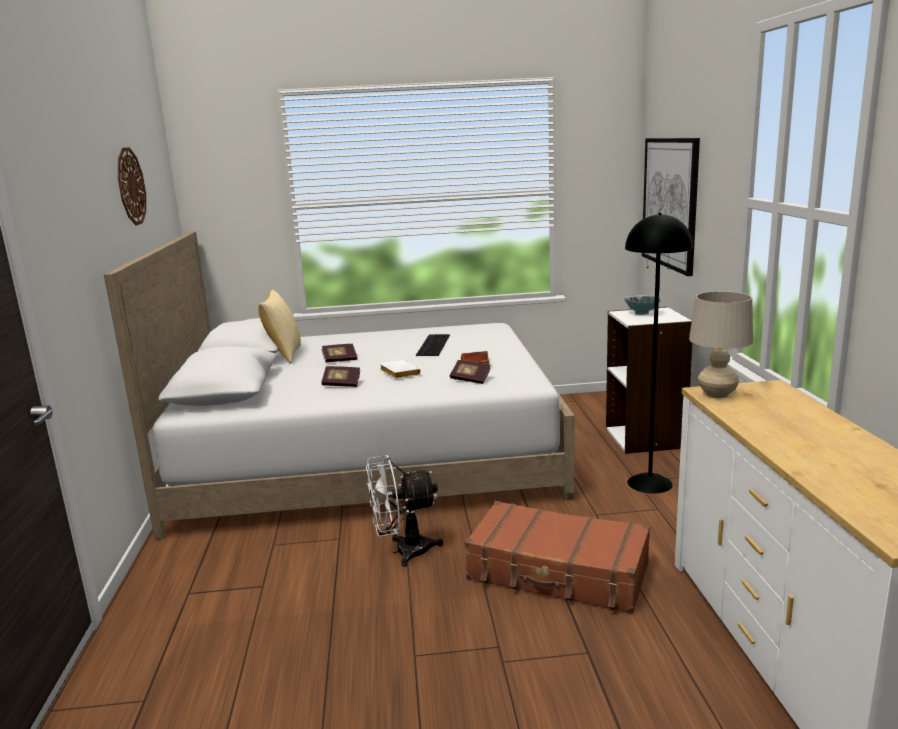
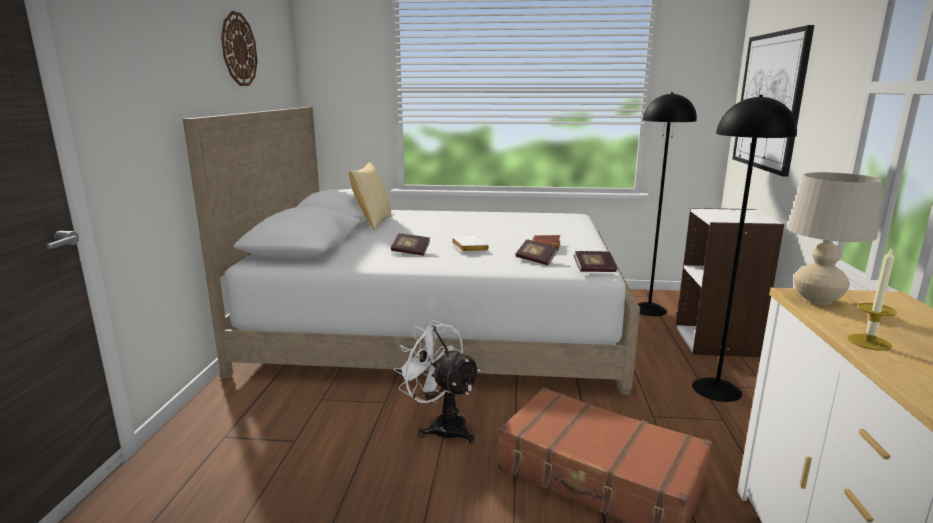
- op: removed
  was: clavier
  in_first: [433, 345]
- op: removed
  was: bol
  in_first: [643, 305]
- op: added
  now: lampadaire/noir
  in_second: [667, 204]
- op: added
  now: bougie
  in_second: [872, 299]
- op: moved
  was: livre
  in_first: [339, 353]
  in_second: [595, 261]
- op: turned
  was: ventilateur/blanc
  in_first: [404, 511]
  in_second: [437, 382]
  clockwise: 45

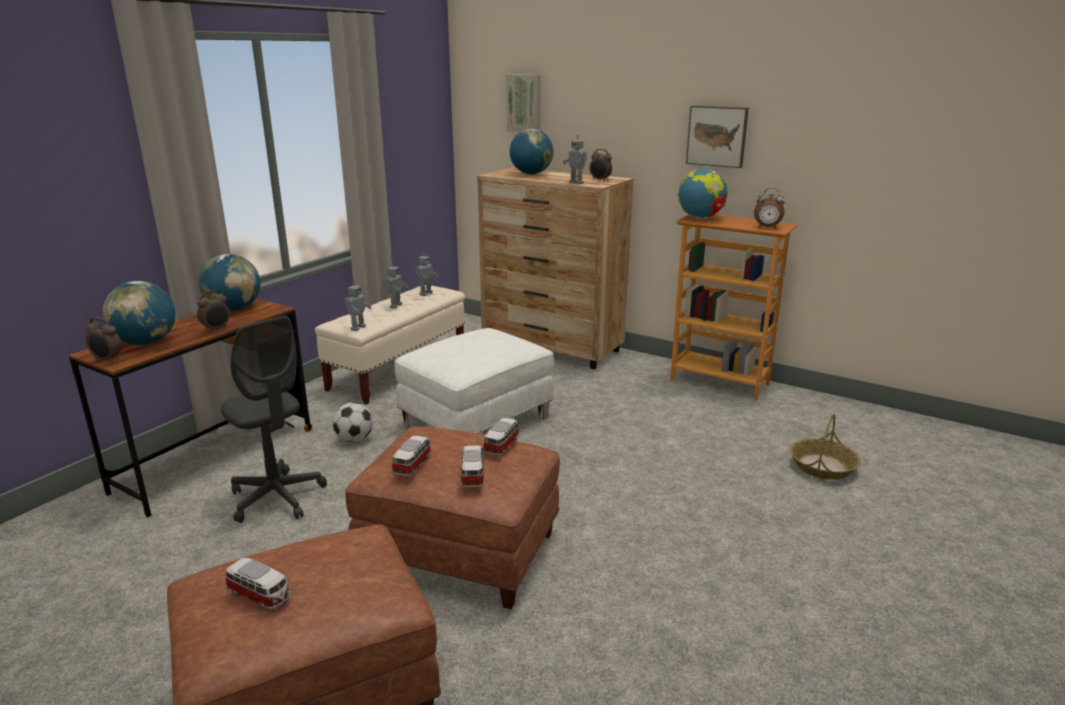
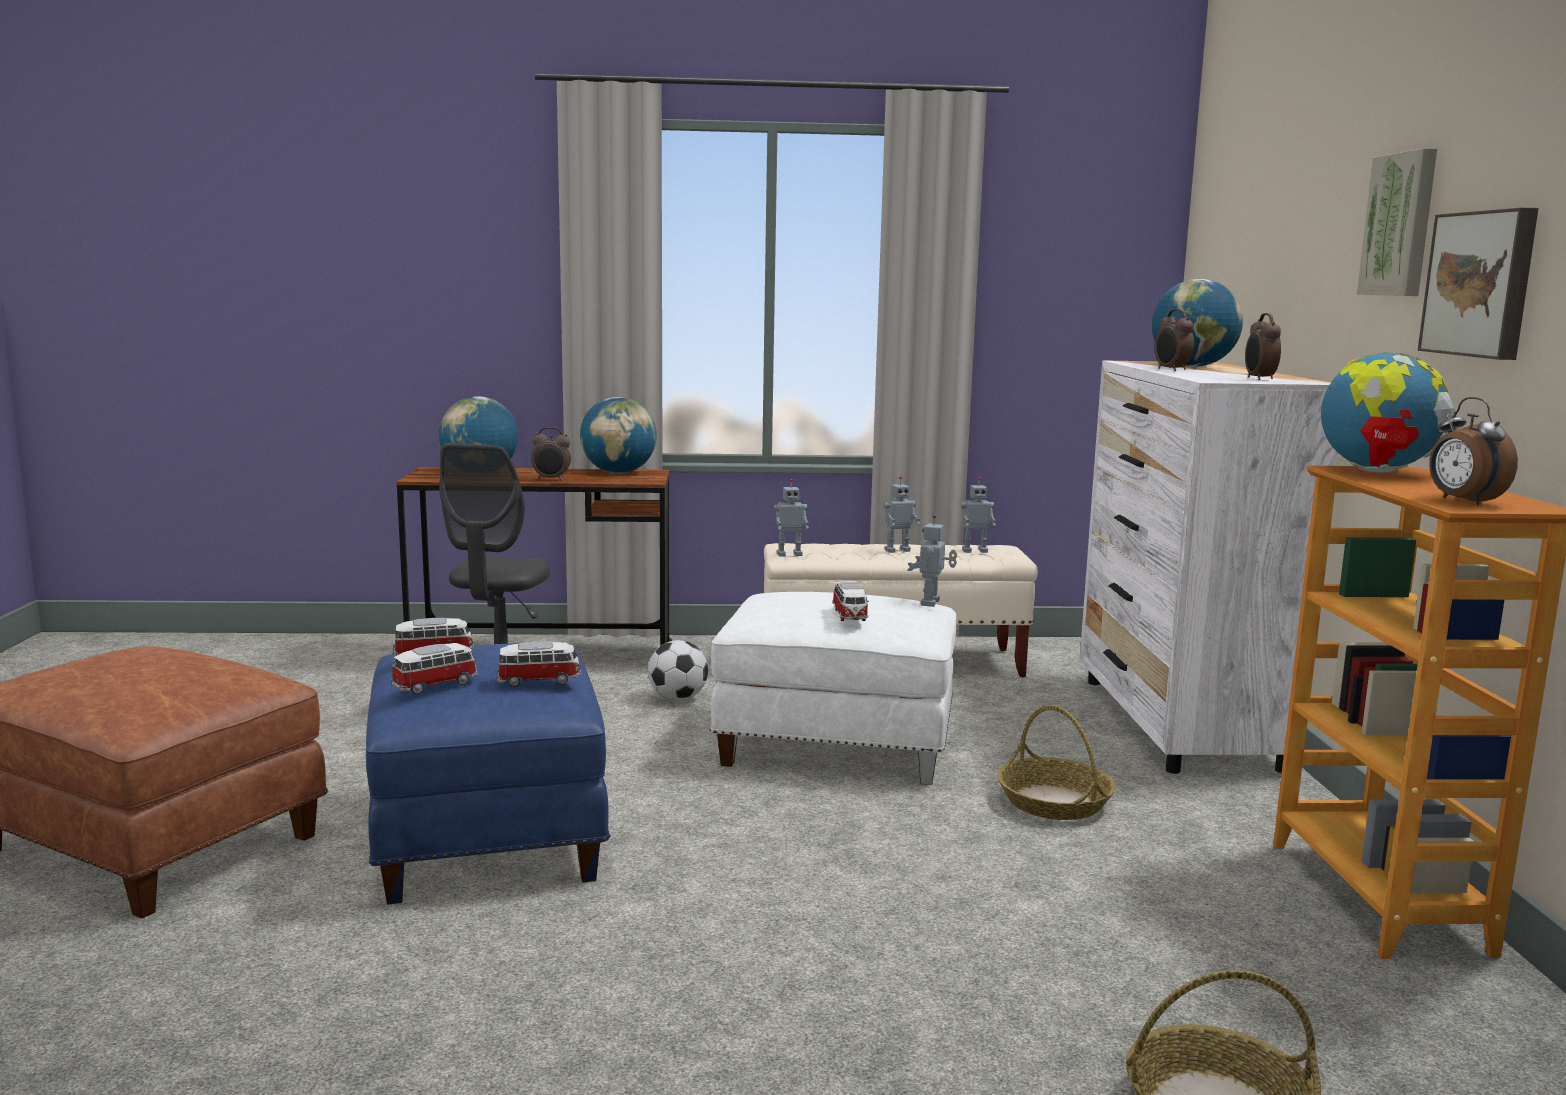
- op: added
  now: panier
  in_second: [1056, 762]
- op: moved
  was: réveil
  in_first: [104, 340]
  in_second: [1174, 340]
- op: moved
  was: petite voiture
  in_first: [258, 584]
  in_second: [850, 601]
- op: moved
  was: tableau
  in_first: [523, 103]
  in_second: [1397, 222]
- op: moved
  was: robot jouet
  in_first: [575, 160]
  in_second: [932, 561]
- op: recoloured
  was: pouf/marron
  now: pouf/bleu
  in_first: [452, 517]
  in_second: [488, 773]
- op: recoloured
  was: commode/marron
  now: commode/blanc
  in_first: [555, 268]
  in_second: [1209, 567]

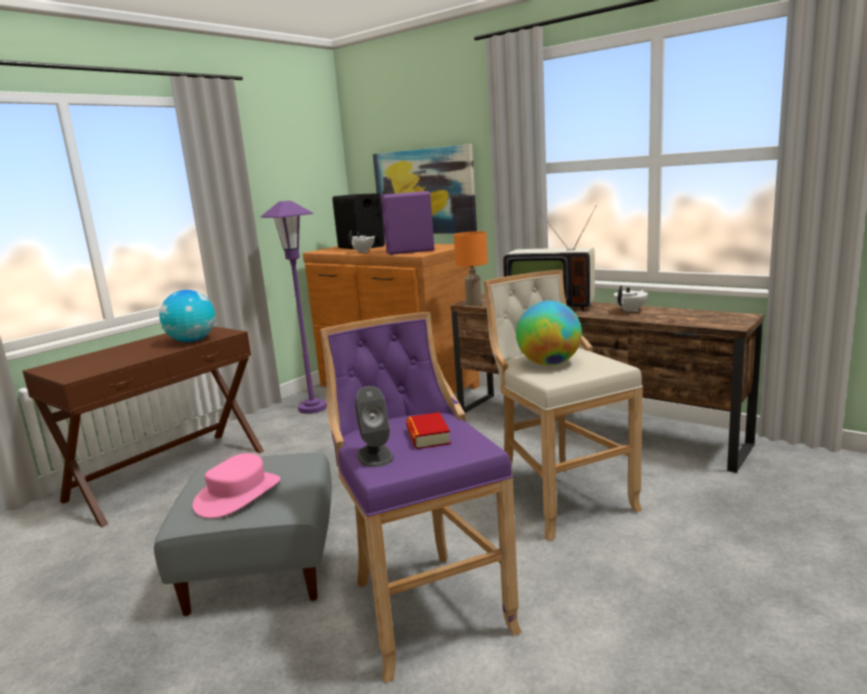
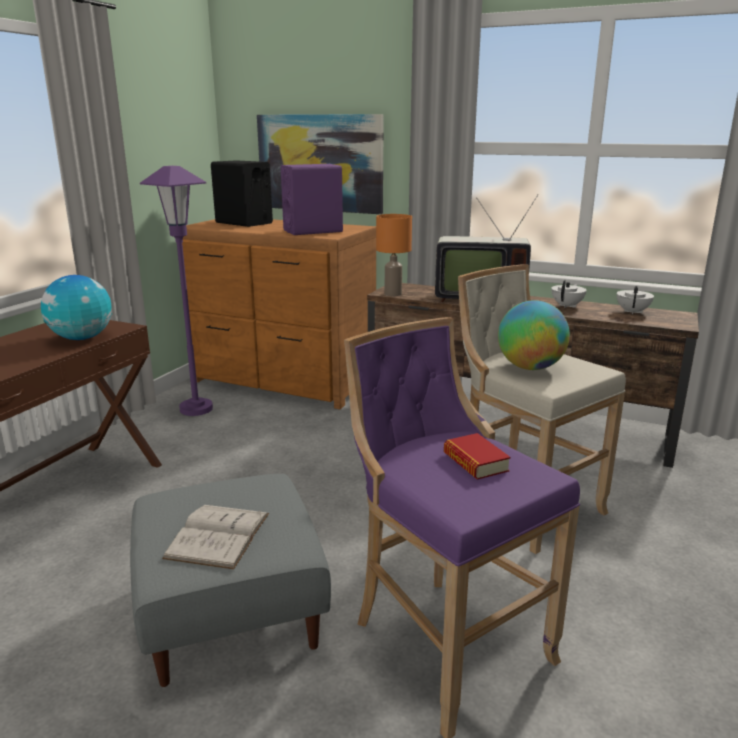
- op: removed
  was: enceinte/gris
  in_first: [374, 426]
- op: moved
  was: théière/blanc
  in_first: [361, 242]
  in_second: [635, 300]
- op: replaced
  was: chapeau/rose
  now: livre/blanc
  in_first: [236, 485]
  in_second: [215, 537]

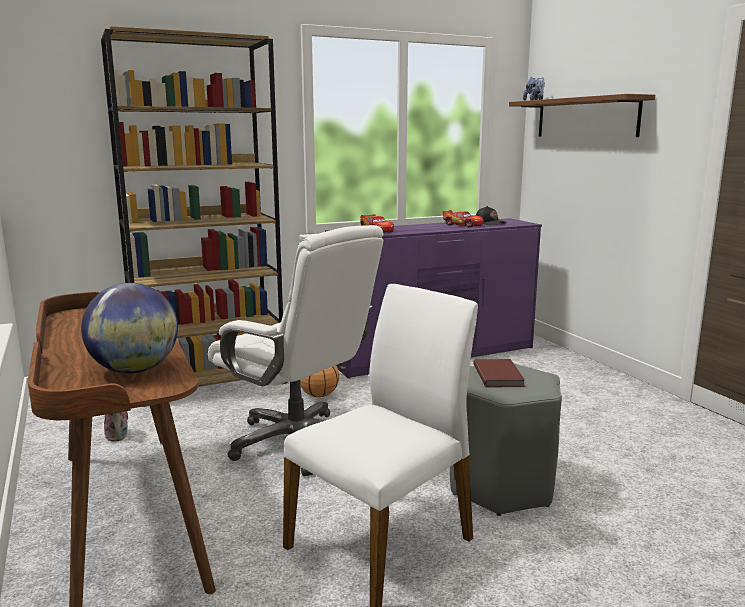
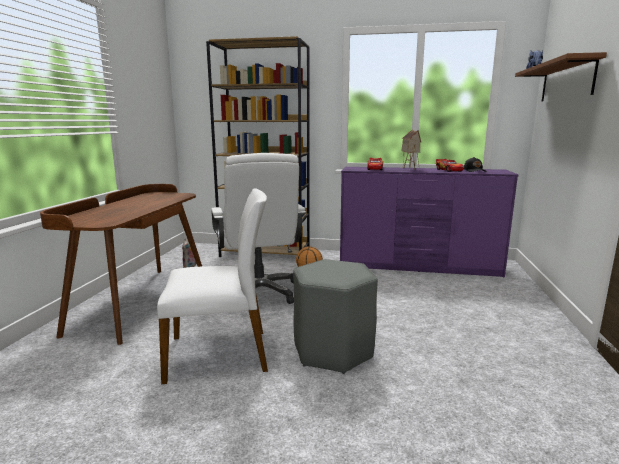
- op: removed
  was: globe
  in_first: [129, 328]
- op: removed
  was: livre/marron
  in_first: [499, 373]
- op: added
  now: maison miniature
  in_second: [411, 150]

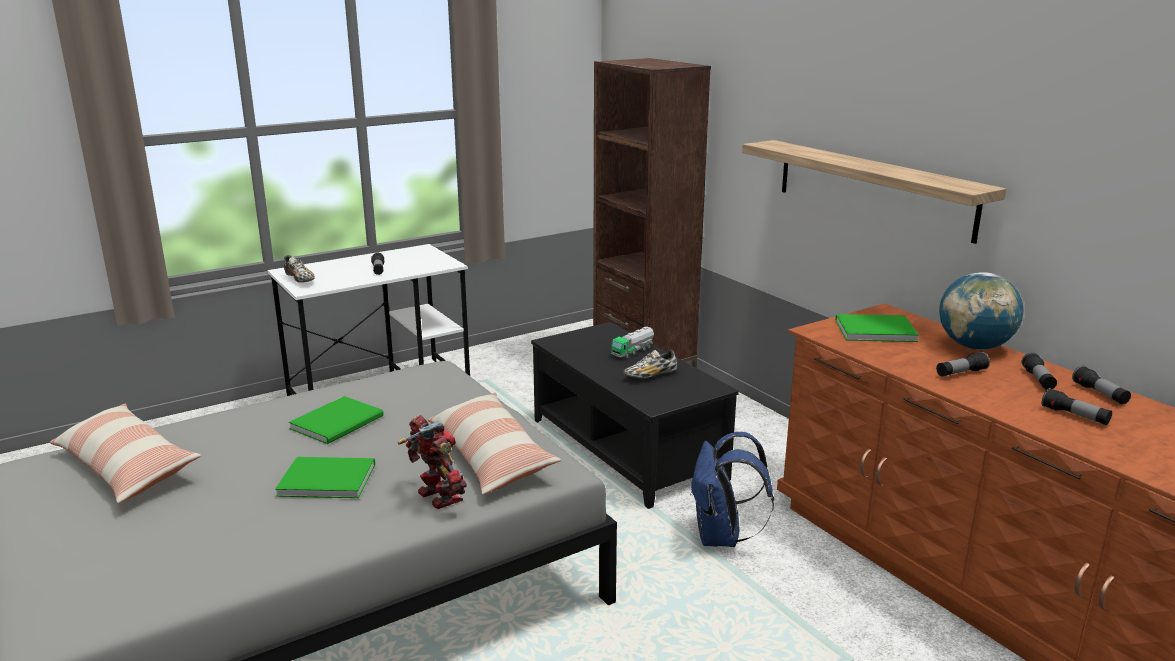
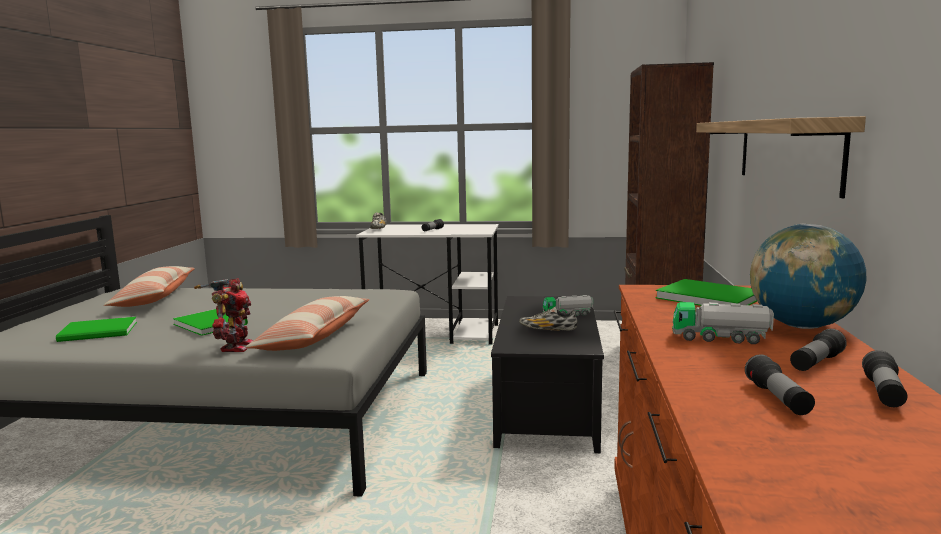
- op: removed
  was: sac à dos/bleu
  in_first: [732, 489]
- op: moved
  was: livre/vert
  in_first: [336, 420]
  in_second: [96, 329]
- op: replaced
  was: lampe de poche
  now: camion jouet
  in_first: [963, 364]
  in_second: [723, 323]

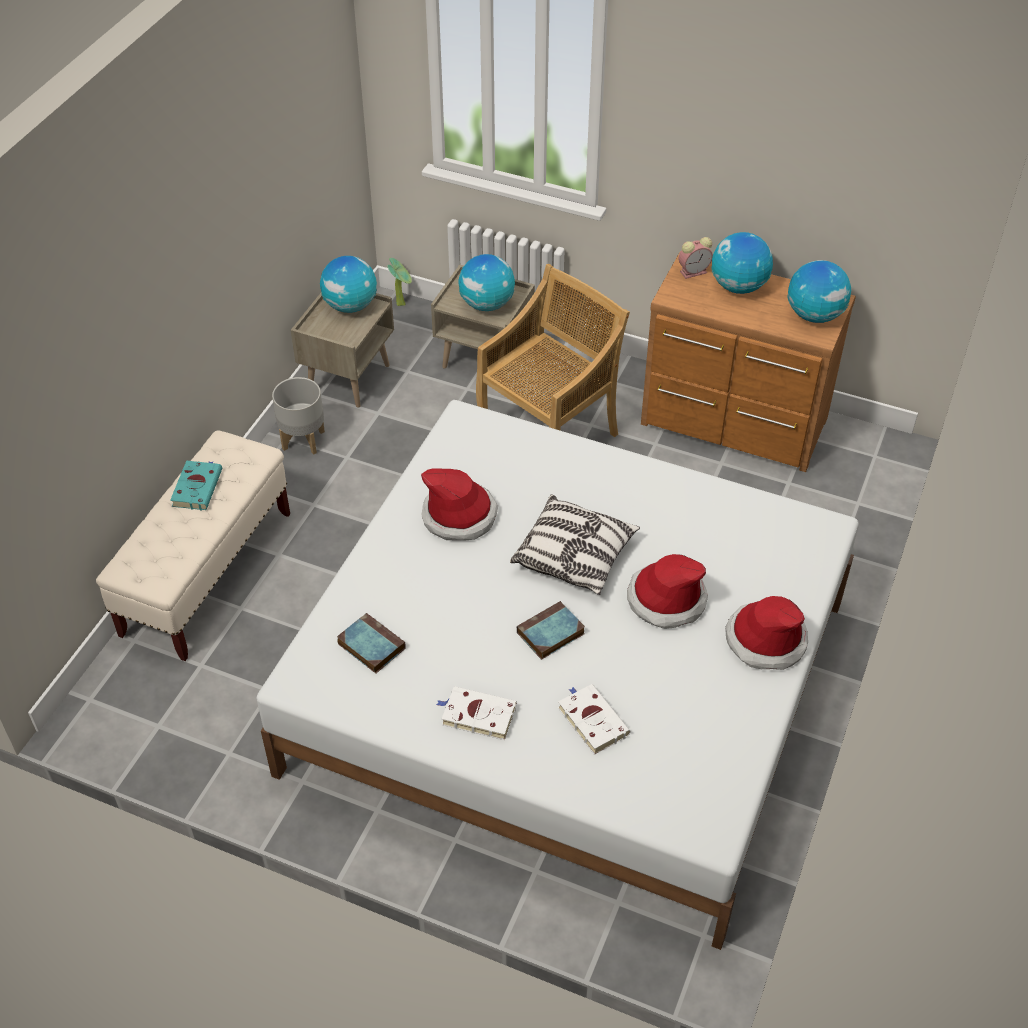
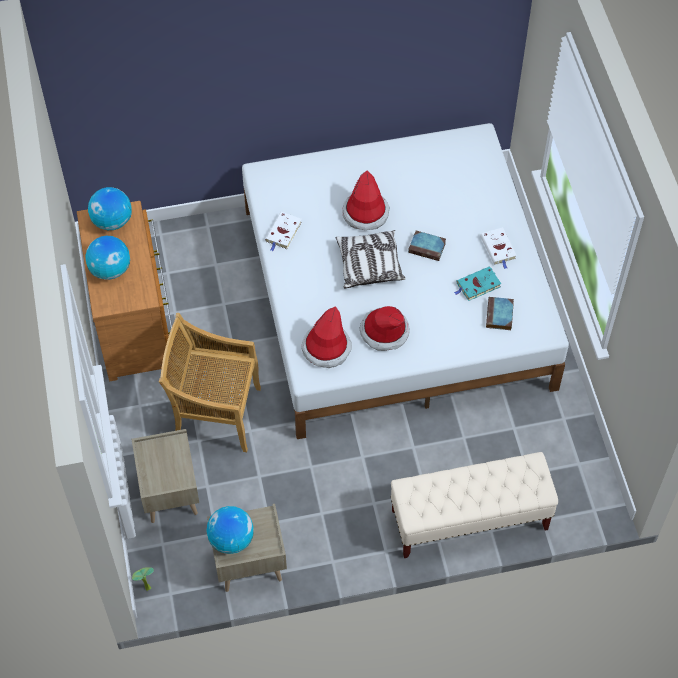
- op: removed
  was: cache-pot/gris
  in_first: [298, 416]
- op: removed
  was: globe
  in_first: [486, 282]
- op: removed
  was: réveil
  in_first: [696, 258]
- op: moved
  was: livre/turquoise
  in_first: [196, 485]
  in_second: [477, 283]
- op: moved
  was: livre/blanc
  in_first: [594, 719]
  in_second: [283, 231]
- op: moved
  was: chapeau
  in_first: [766, 633]
  in_second: [326, 337]

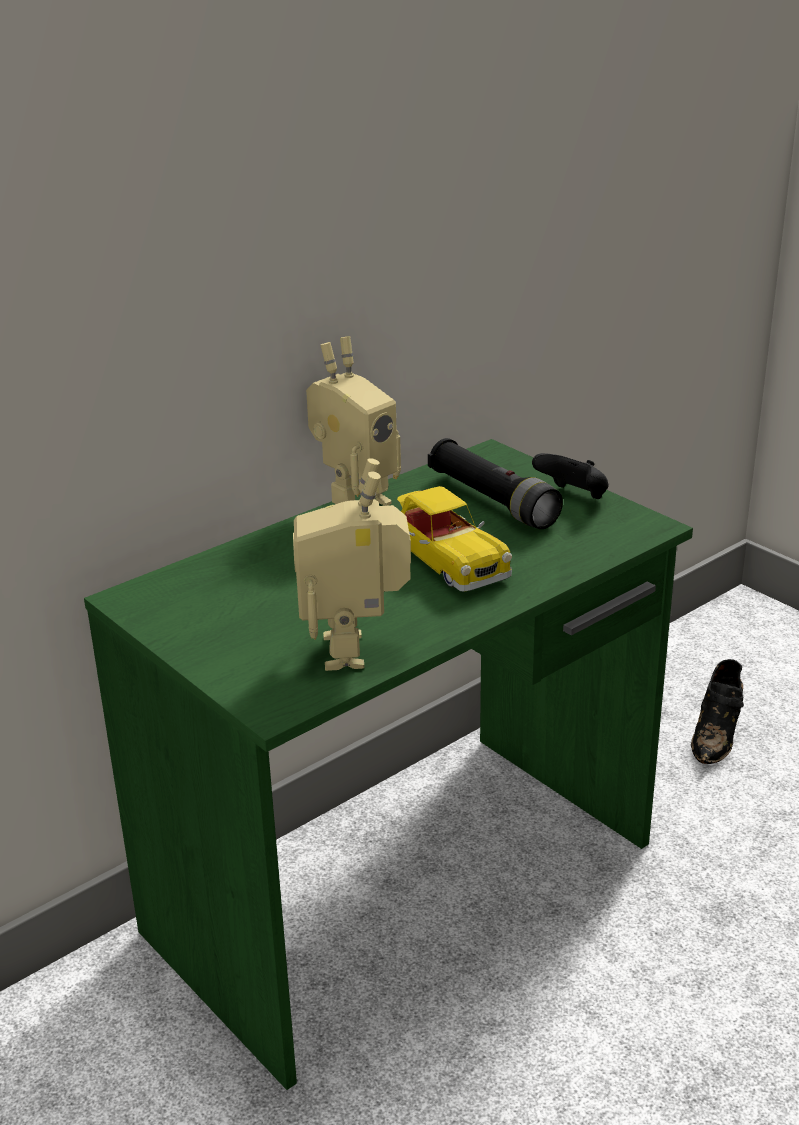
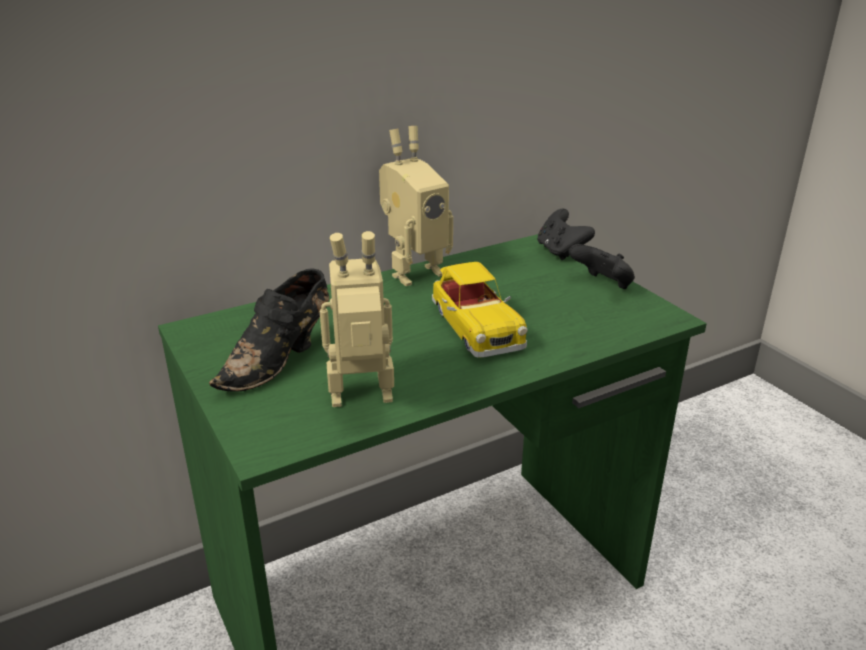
- op: removed
  was: lampe de poche/noir
  in_first: [495, 483]
- op: added
  now: manette/noir
  in_second: [566, 234]
- op: moved
  was: chaussure/noir
  in_first: [717, 711]
  in_second: [269, 329]
- op: turned
  was: robot jouet
  in_first: [352, 564]
  in_second: [357, 319]
  clockwise: 75

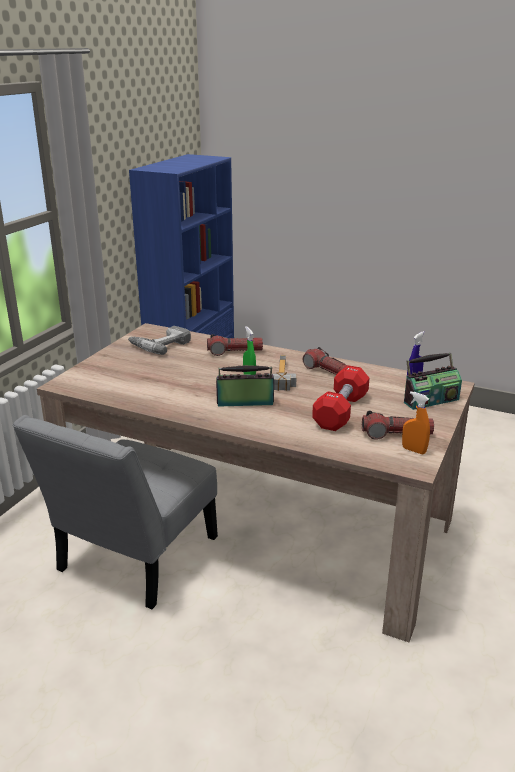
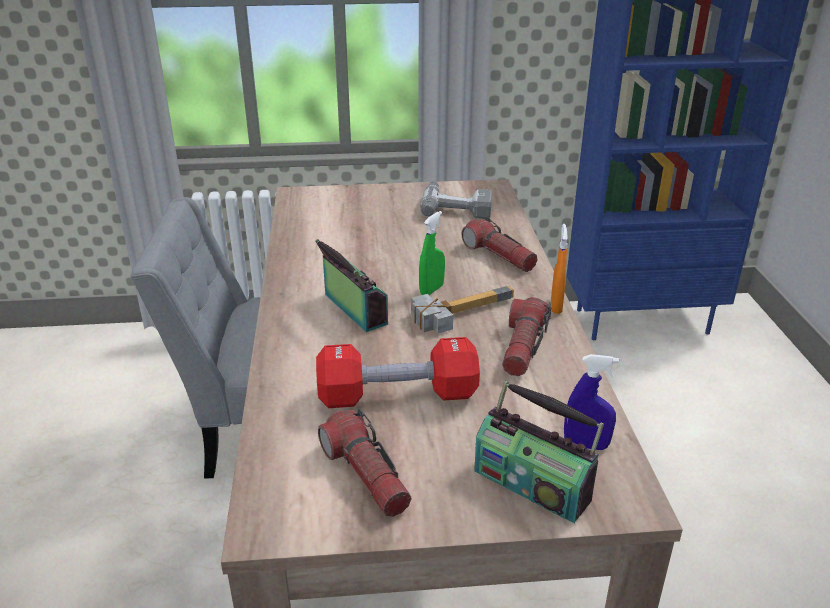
- op: moved
  was: vaporisateur/orange
  in_first: [416, 422]
  in_second: [559, 269]

